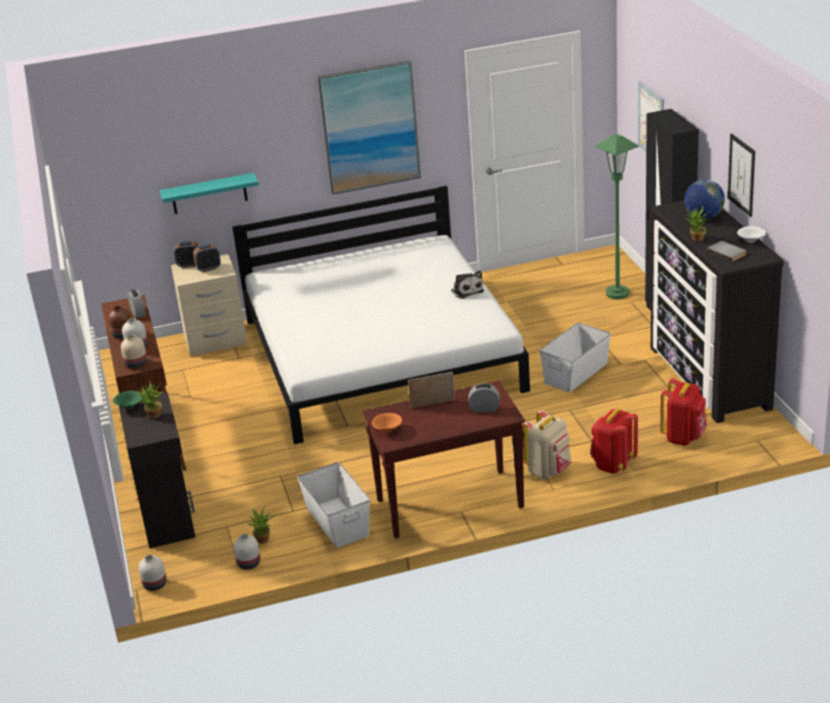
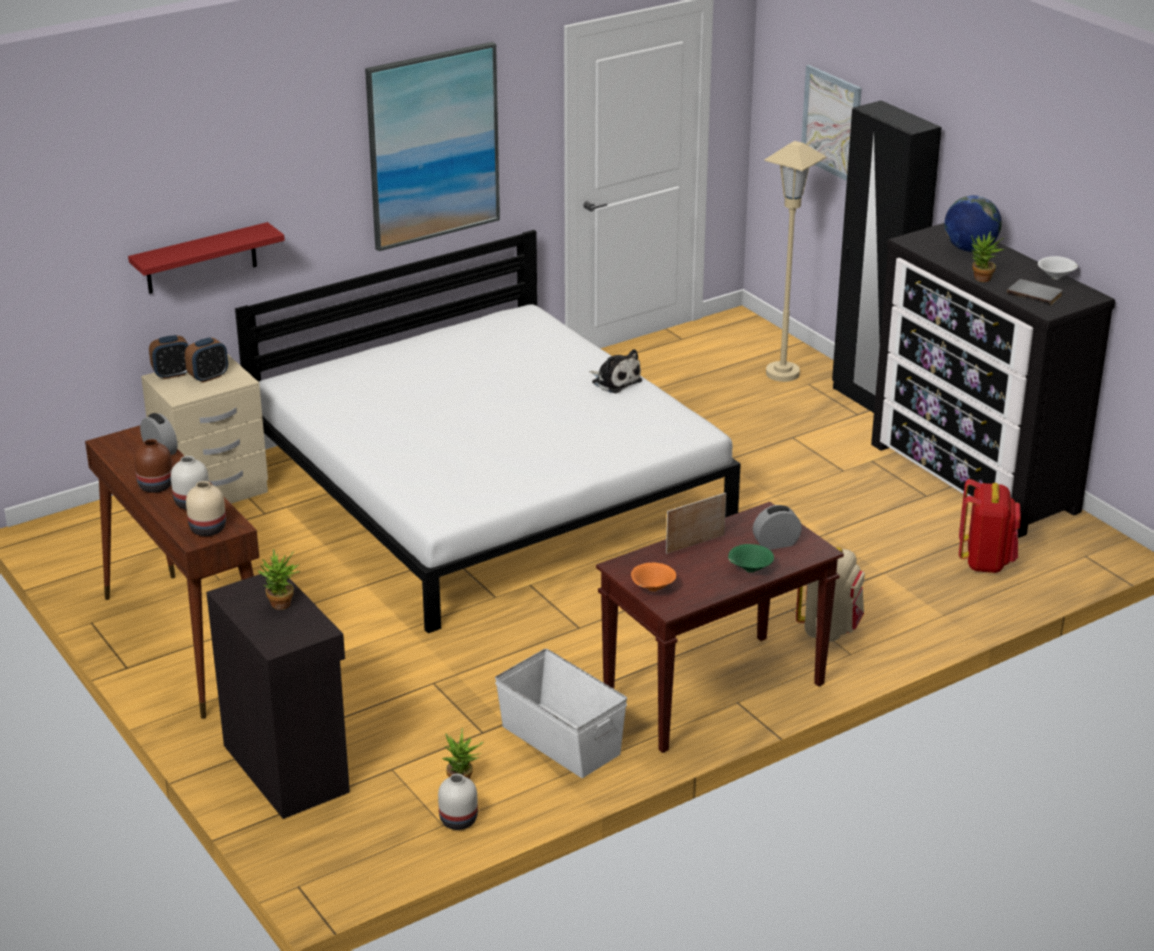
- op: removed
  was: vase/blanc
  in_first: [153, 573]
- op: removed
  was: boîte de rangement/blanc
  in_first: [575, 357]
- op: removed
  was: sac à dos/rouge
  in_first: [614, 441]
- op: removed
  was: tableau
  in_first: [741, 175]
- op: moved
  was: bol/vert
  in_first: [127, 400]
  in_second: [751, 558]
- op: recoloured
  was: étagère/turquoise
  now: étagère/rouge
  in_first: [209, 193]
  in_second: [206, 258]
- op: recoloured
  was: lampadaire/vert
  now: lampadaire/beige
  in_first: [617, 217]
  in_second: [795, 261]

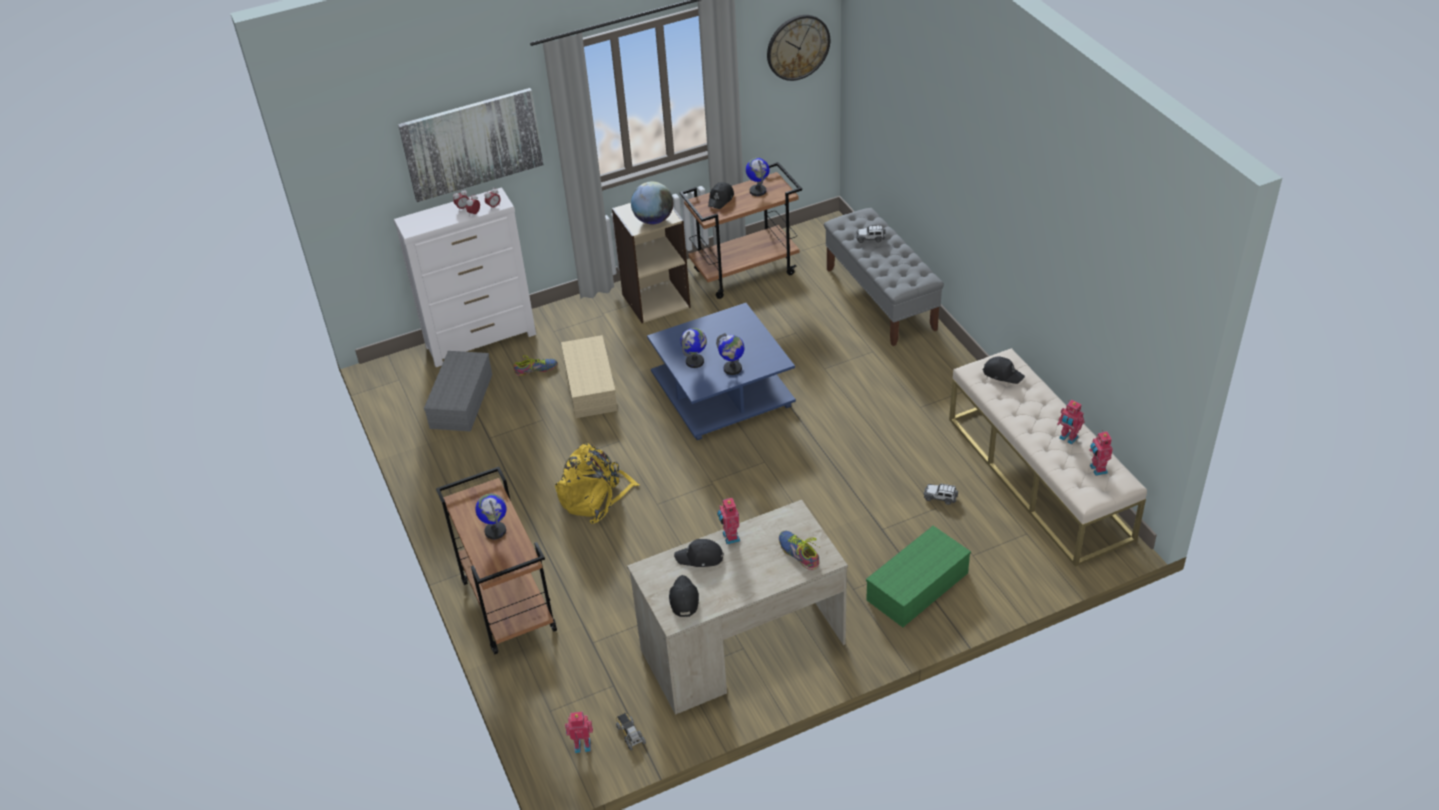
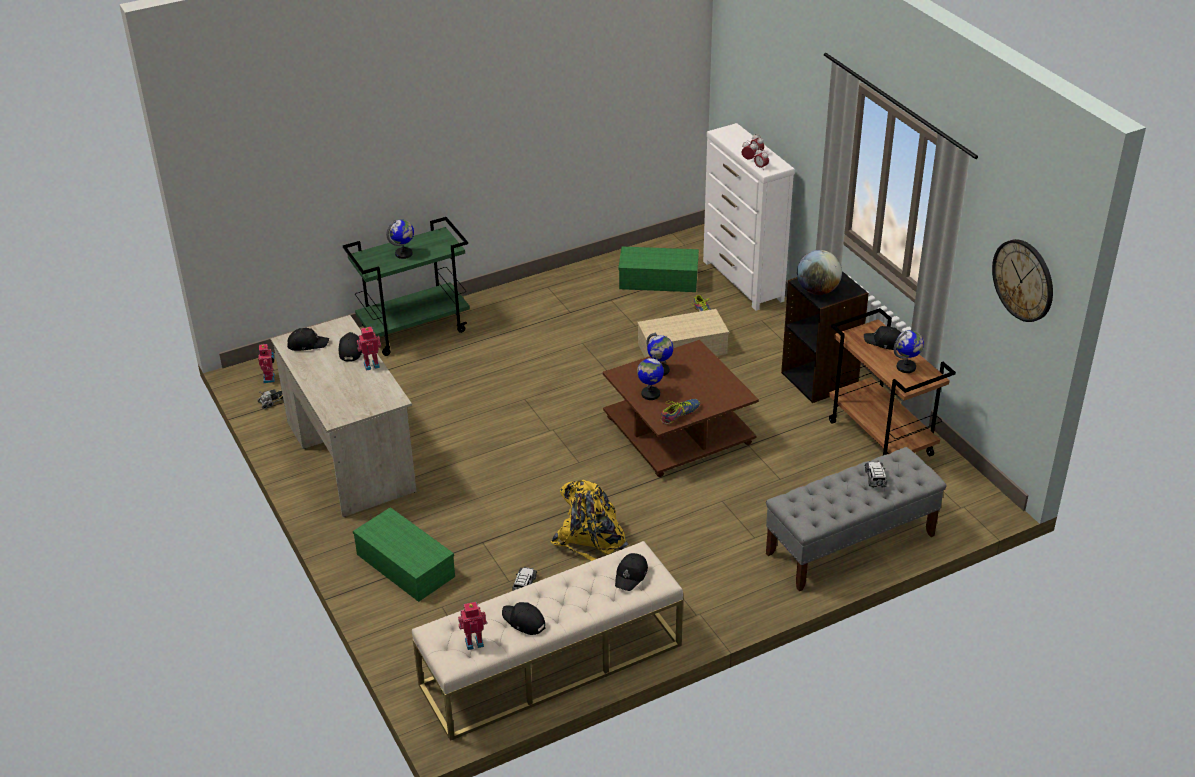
- op: removed
  was: tableau
  in_first: [471, 145]
- op: moved
  was: sac à dos/jaune
  in_first: [597, 483]
  in_second: [590, 520]
- op: moved
  was: chaussure
  in_first: [799, 550]
  in_second: [680, 412]
- op: replaced
  was: robot jouet
  now: casquette/noir
  in_first: [1070, 422]
  in_second: [523, 618]
- op: recoloured
  was: boîte de rangement/gris
  now: boîte de rangement/vert
  in_first: [458, 391]
  in_second: [658, 269]
- op: recoloured
  was: chariot/marron
  now: chariot/vert
  in_first: [496, 560]
  in_second: [406, 286]
- op: recoloured
  was: bibliothèque/beige
  now: bibliothèque/noir
  in_first: [651, 263]
  in_second: [825, 337]
- op: recoloured
  was: table basse/bleu
  now: table basse/marron
  in_first: [721, 371]
  in_second: [681, 408]

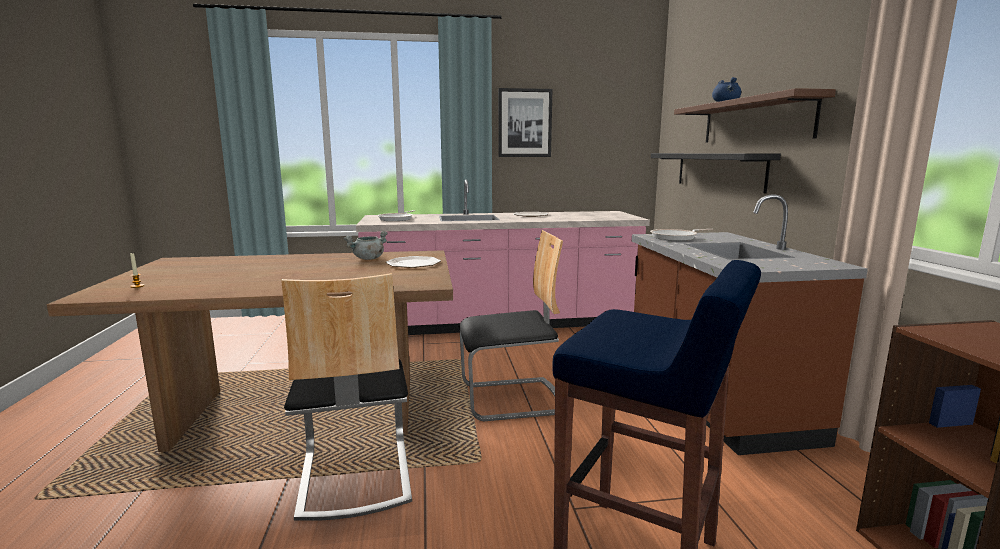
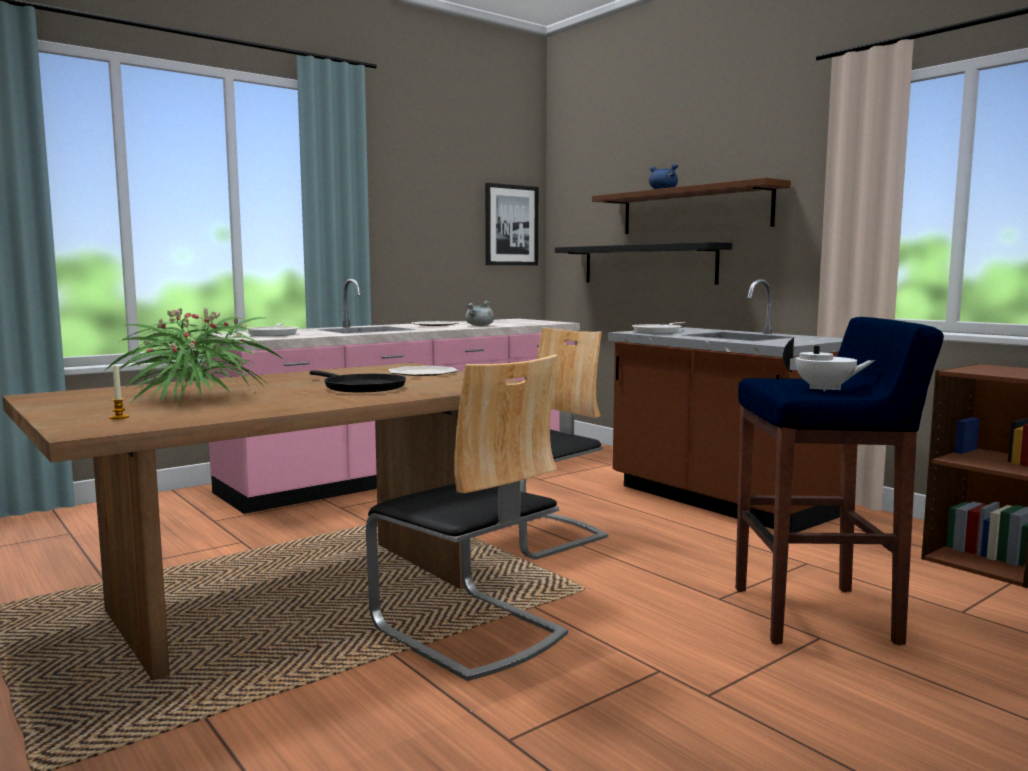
- op: added
  now: plante en pot
  in_second: [194, 355]
- op: added
  now: poêle/noir
  in_second: [358, 381]
- op: added
  now: théière/blanc
  in_second: [829, 365]
- op: moved
  was: marmite/gris
  in_first: [366, 245]
  in_second: [479, 313]
- op: moved
  was: tableau
  in_first: [525, 122]
  in_second: [511, 224]

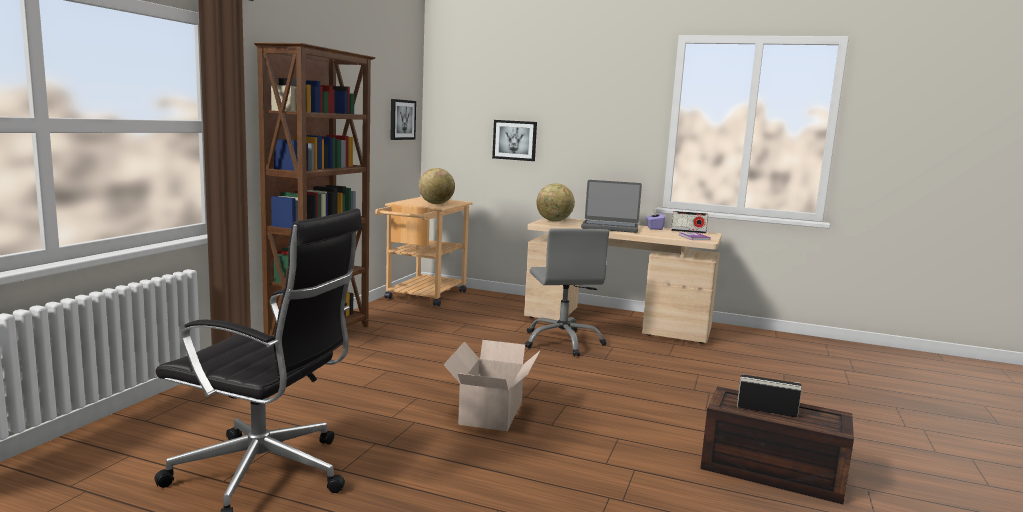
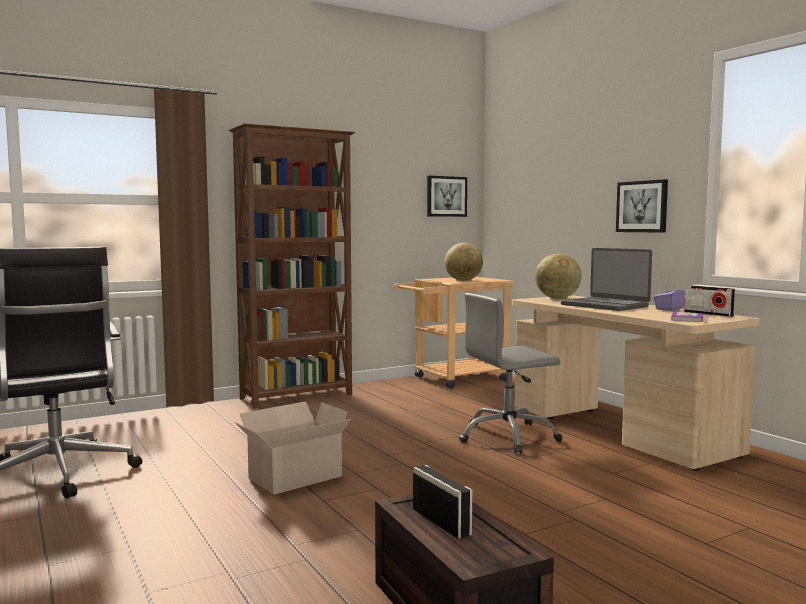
- op: moved
  was: tableau
  in_first: [514, 140]
  in_second: [642, 206]
- op: turned
  was: chaise de bureau/gris
  in_first: [567, 292]
  in_second: [510, 373]
  clockwise: 45

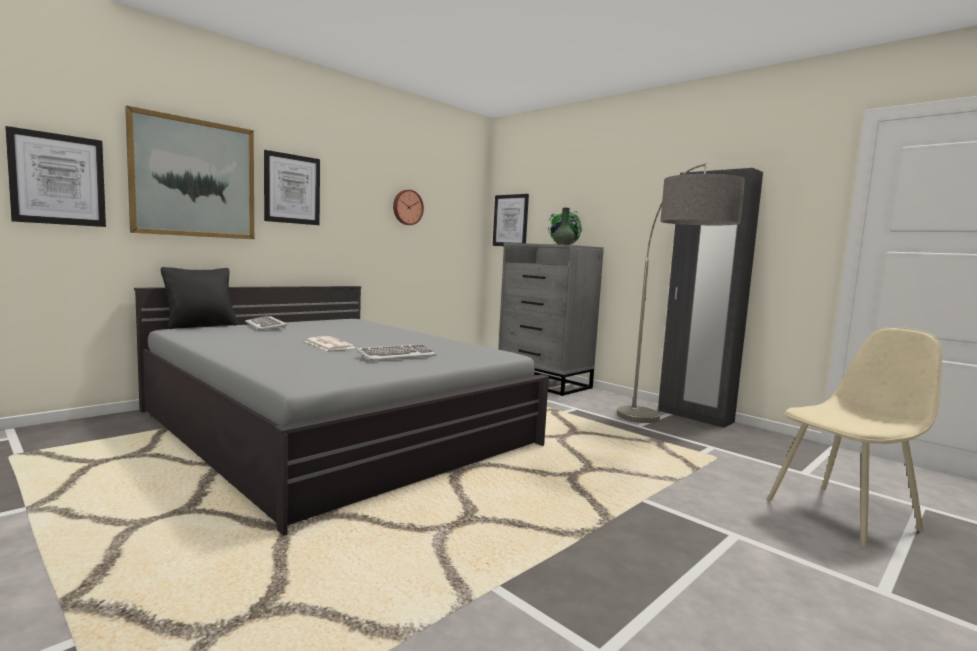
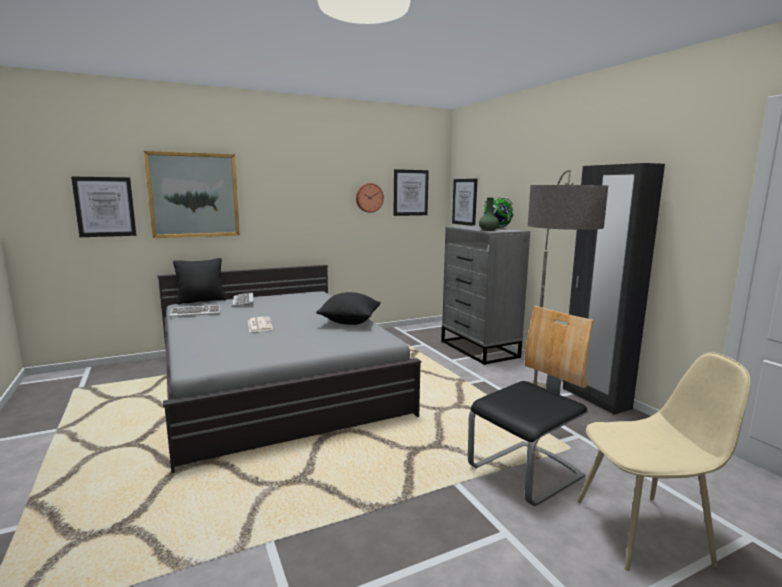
- op: added
  now: coussin/noir
  in_second: [348, 308]
- op: added
  now: chaise
  in_second: [531, 406]
- op: moved
  was: tableau
  in_first: [292, 187]
  in_second: [411, 192]
- op: moved
  was: clavier
  in_first: [396, 352]
  in_second: [195, 311]

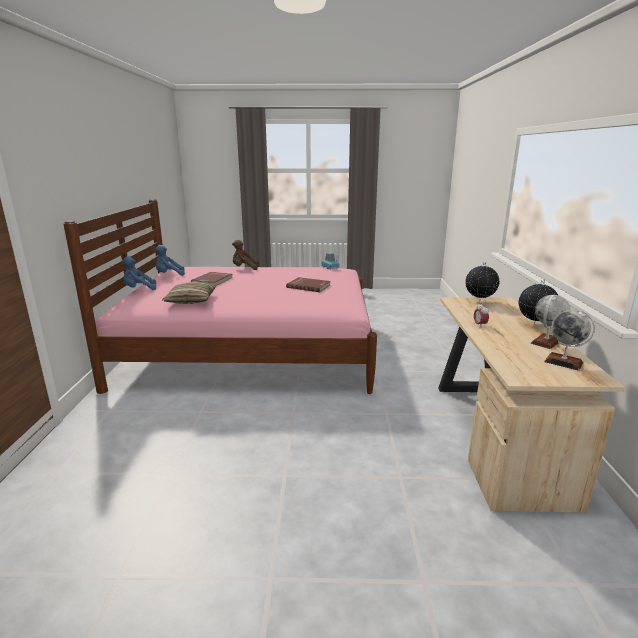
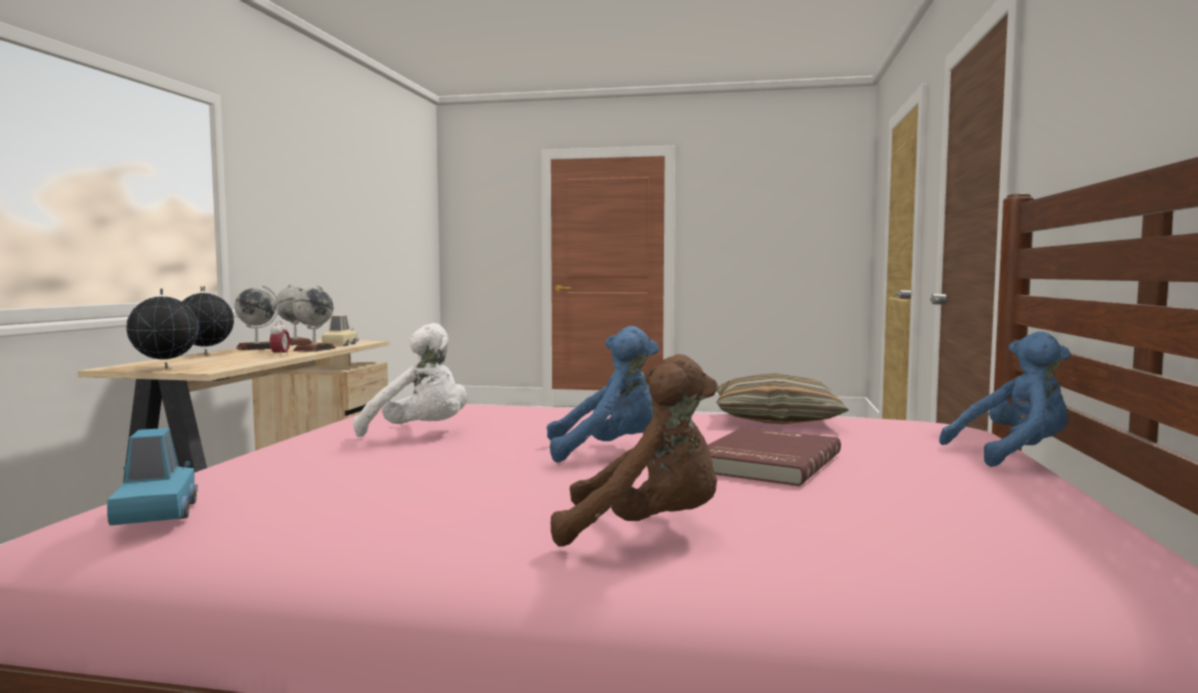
- op: added
  now: globe
  in_second: [314, 318]
- op: added
  now: petite voiture/beige
  in_second: [340, 330]
- op: moved
  was: peluche/bleu
  in_first: [169, 260]
  in_second: [603, 394]
- op: replaced
  was: livre/rouge
  now: peluche/blanc
  in_first: [308, 284]
  in_second: [410, 380]

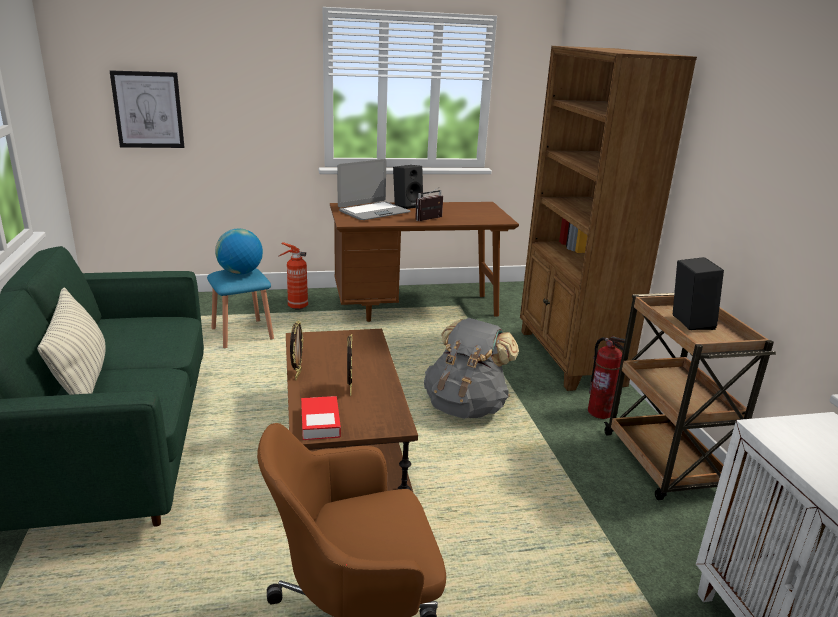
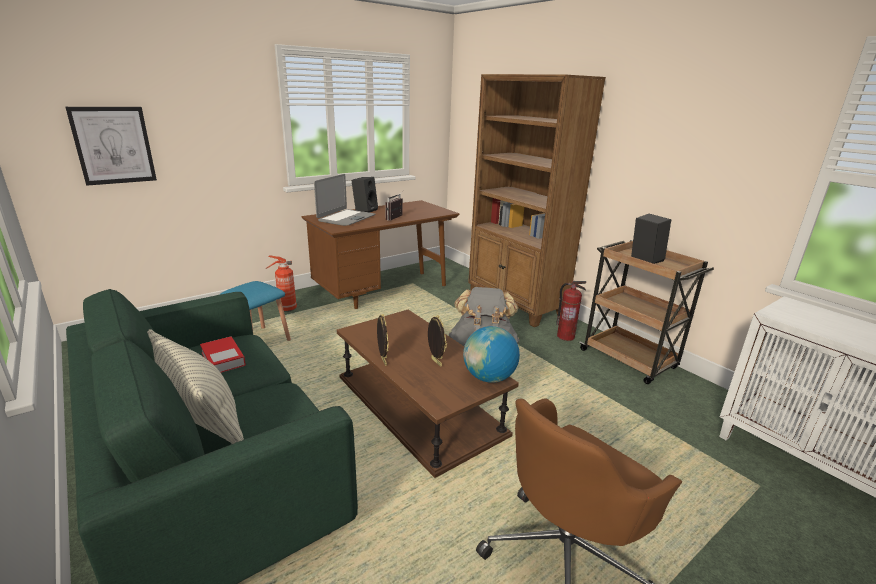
- op: moved
  was: globe
  in_first: [239, 251]
  in_second: [491, 354]
- op: moved
  was: livre
  in_first: [321, 418]
  in_second: [223, 354]

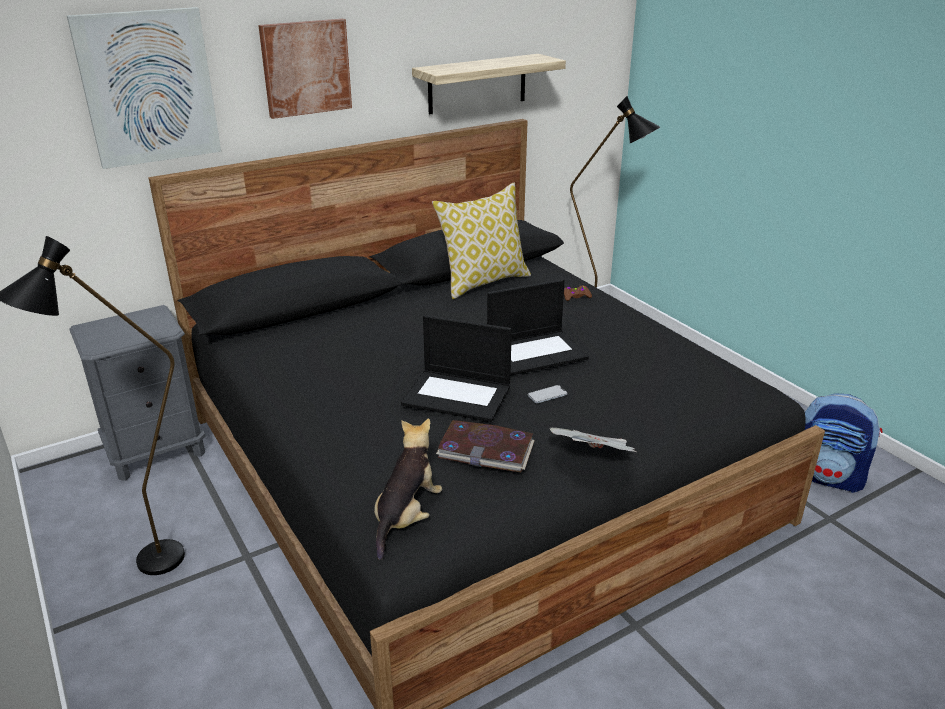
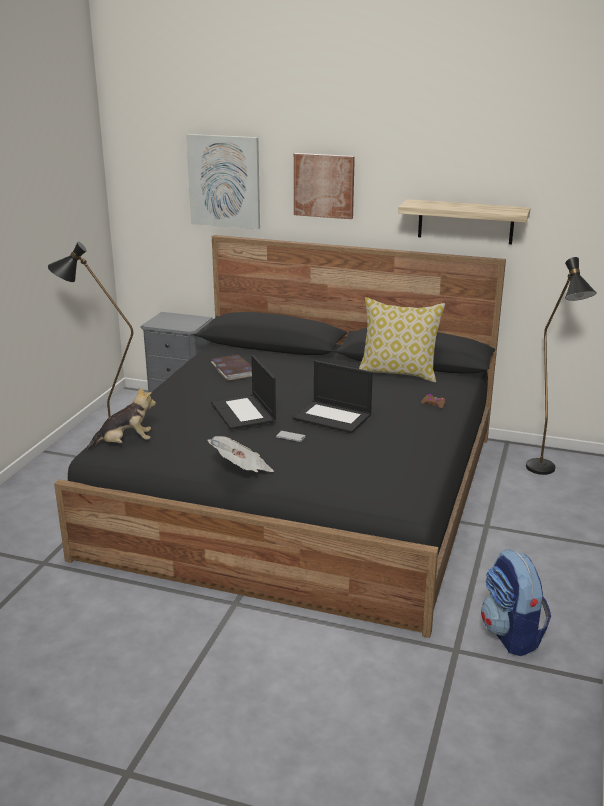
- op: moved
  was: livre
  in_first: [485, 446]
  in_second: [231, 368]

